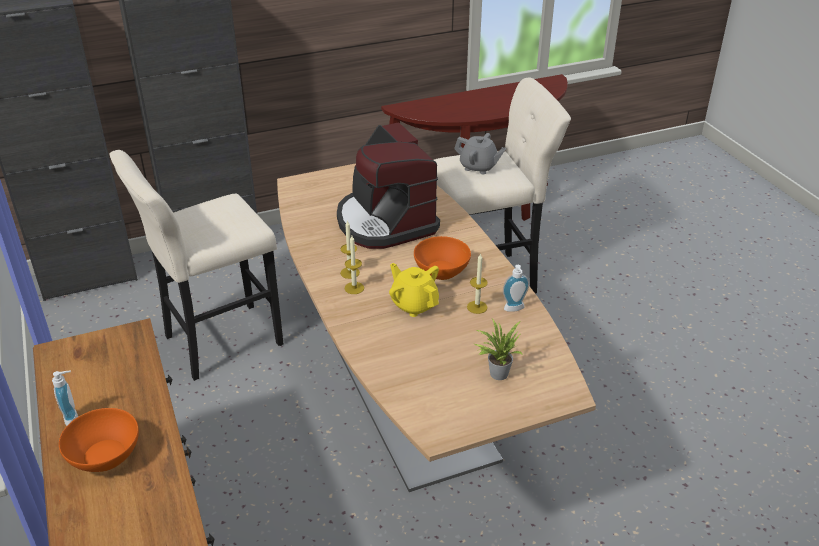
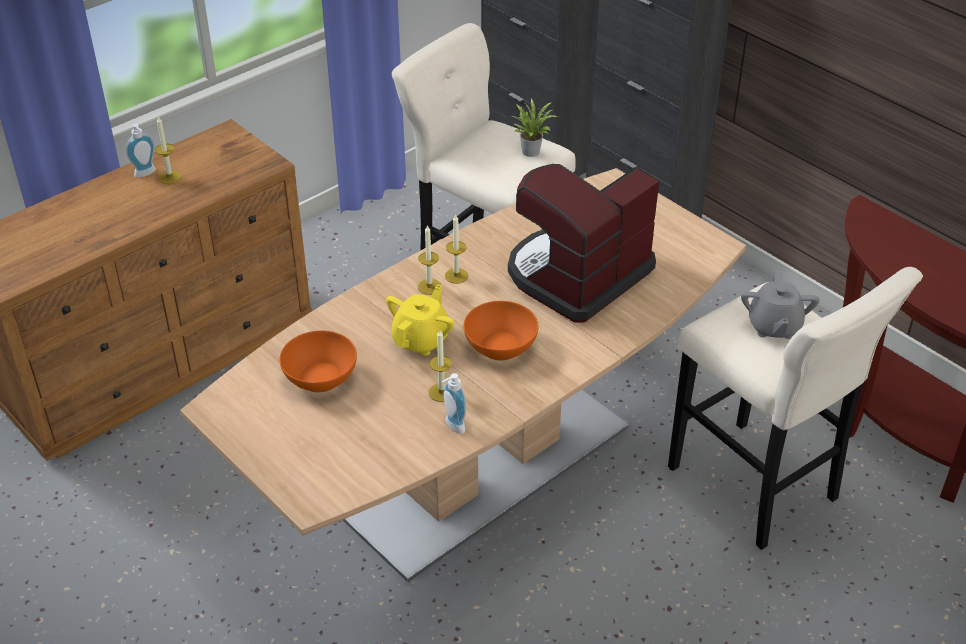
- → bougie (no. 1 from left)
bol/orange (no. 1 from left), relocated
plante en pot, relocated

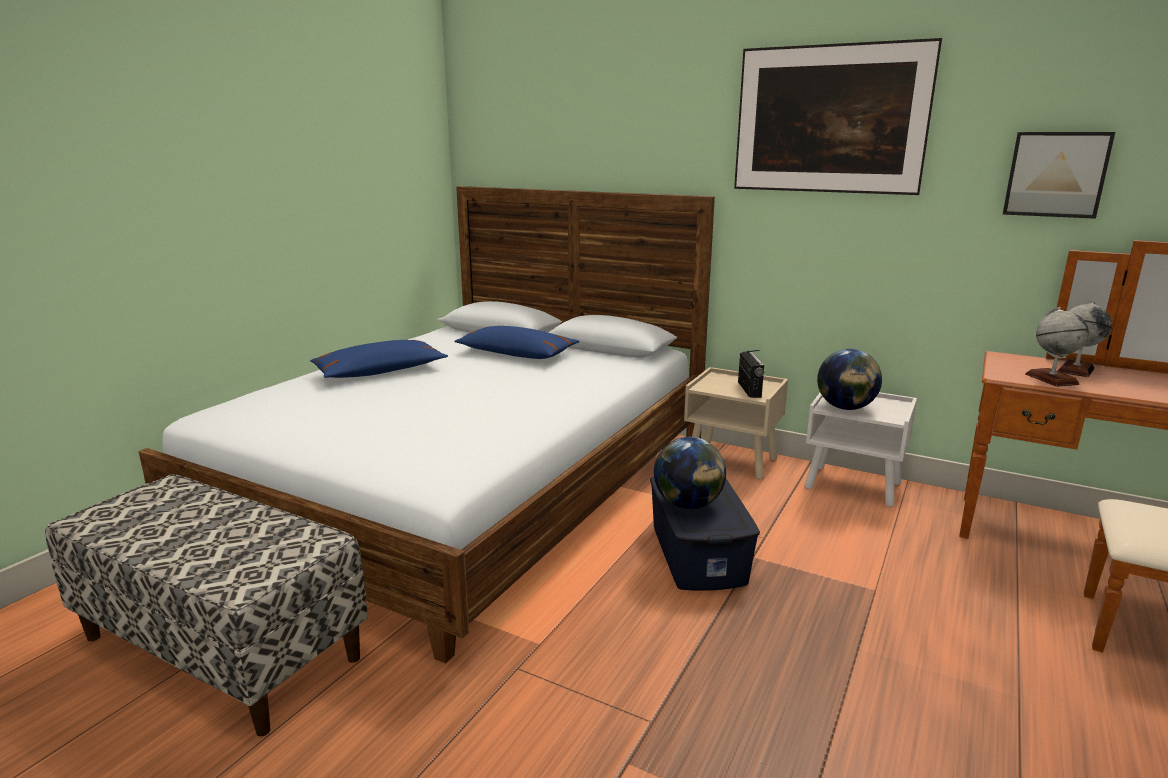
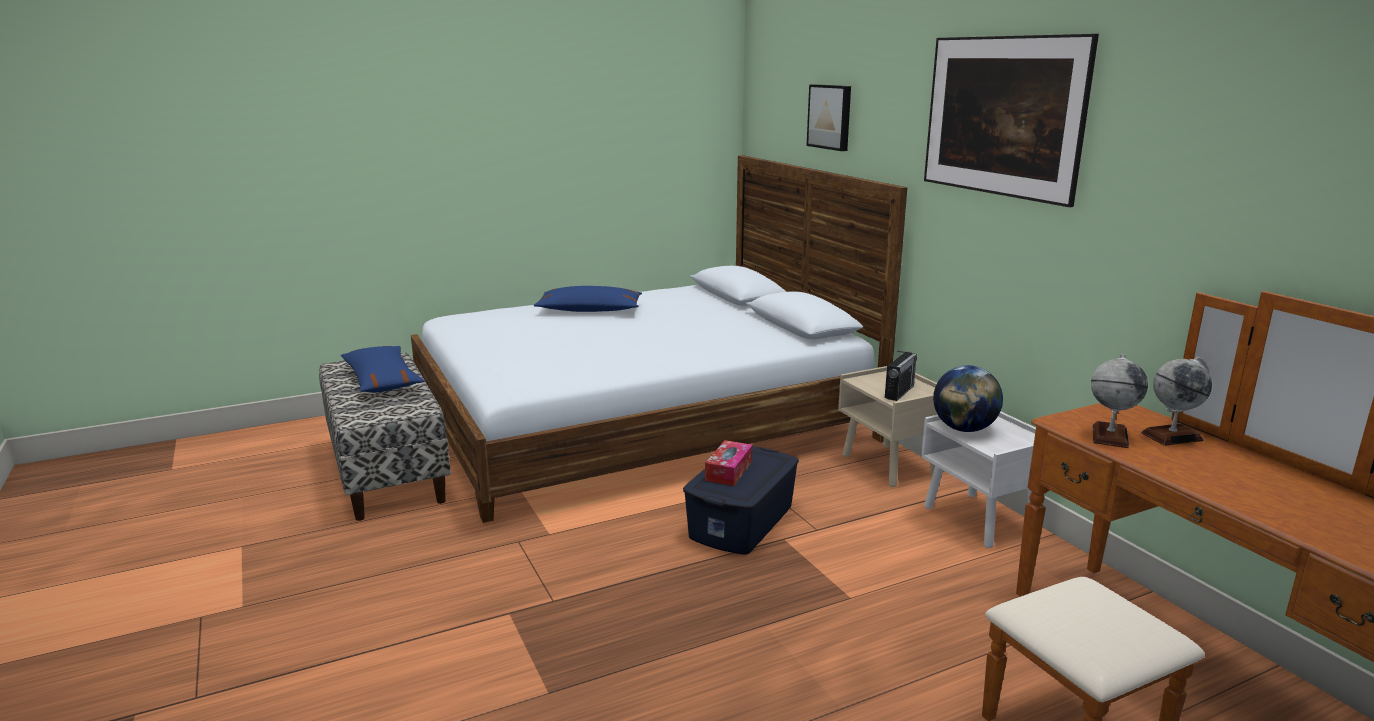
coussin/bleu (no. 2 from left in the first image) → coussin/bleu (no. 1 from left), relocated
tableau (no. 2 from left in the first image) → tableau (no. 1 from left), relocated
globe (no. 1 from left) → boîte à mouchoirs

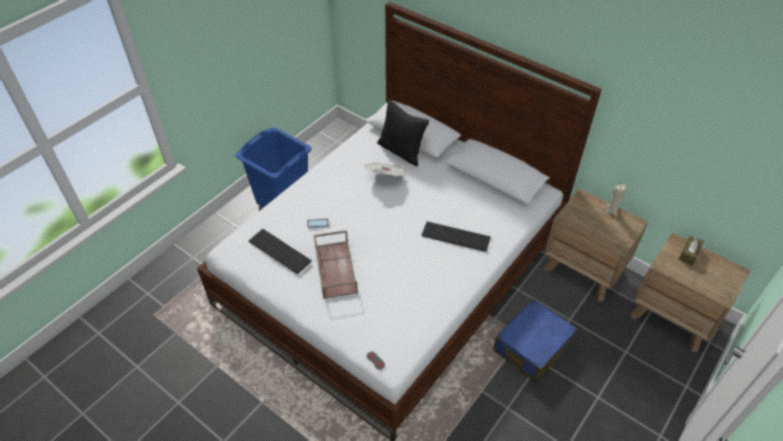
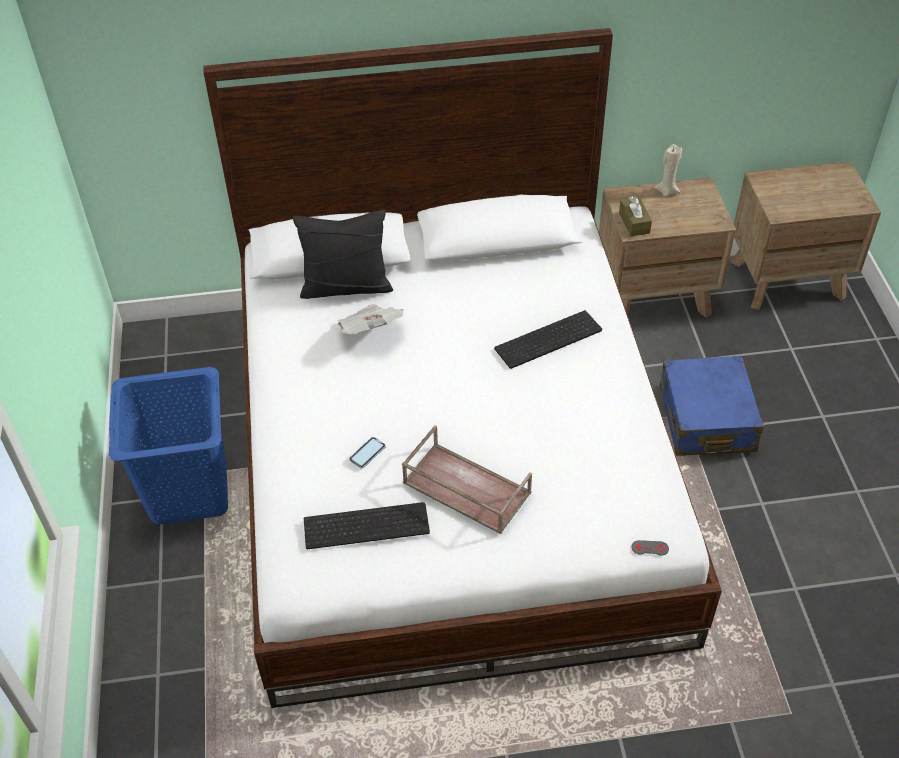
boîte à mouchoirs/marron, relocated

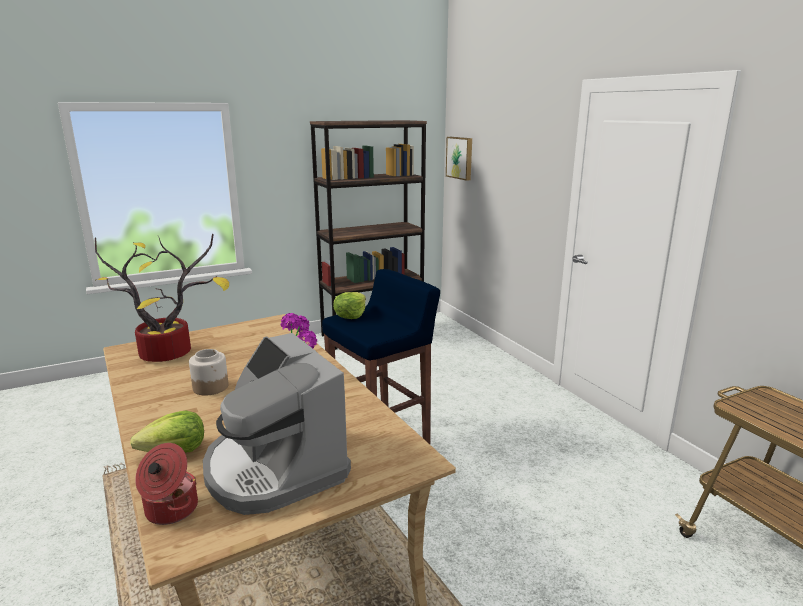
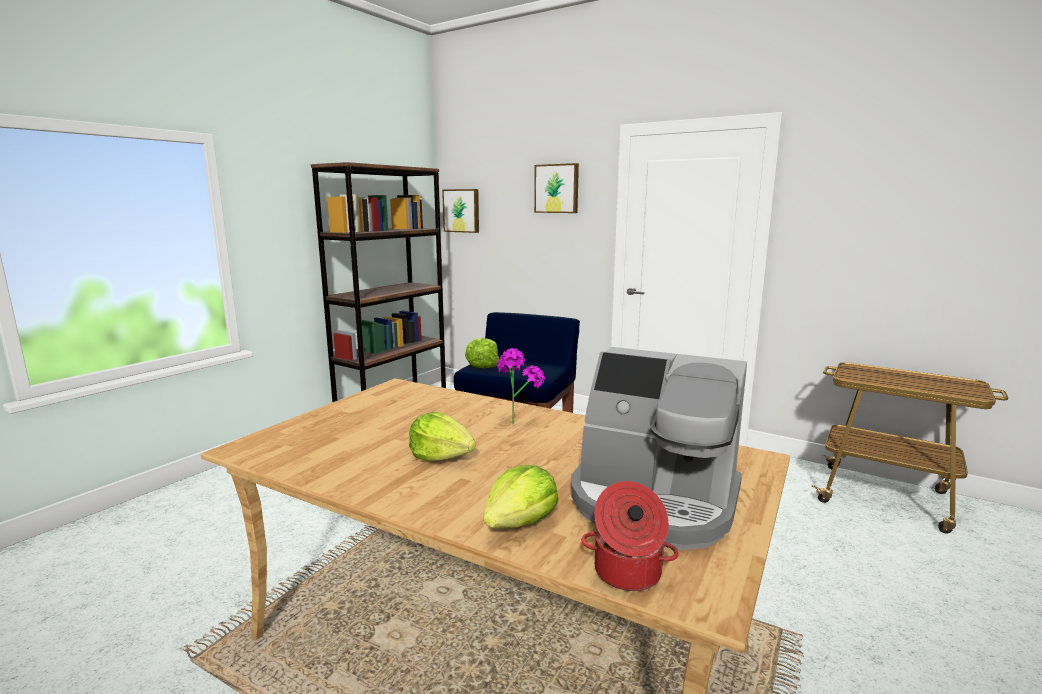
plante en pot (no. 1 from left) → -
- → tableau (no. 2 from left)
bocal → laitue (no. 1 from left)

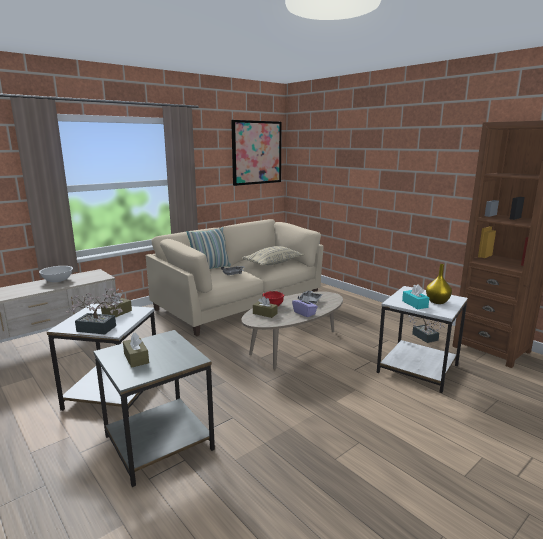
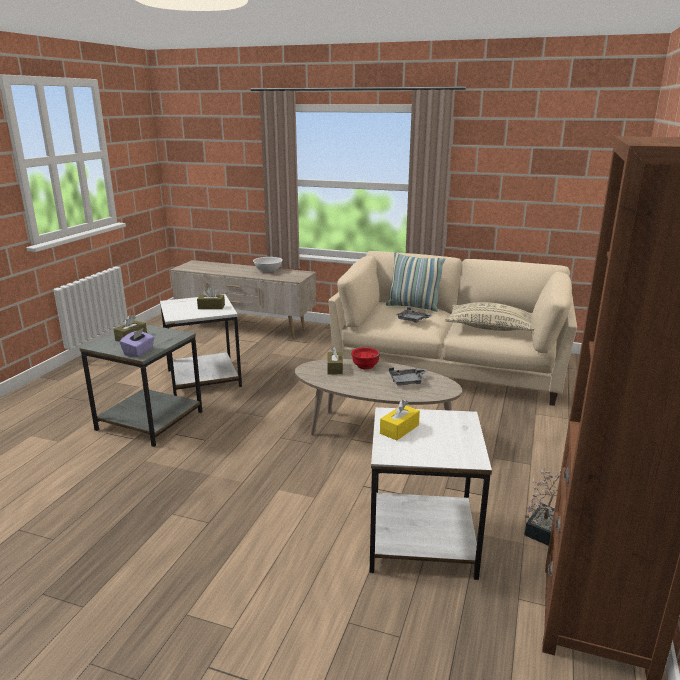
plante en pot (no. 1 from left) → -
tableau → -
vase/jaune → -
boîte à mouchoirs/violet, relocated
boîte à mouchoirs/turquoise → boîte à mouchoirs/jaune

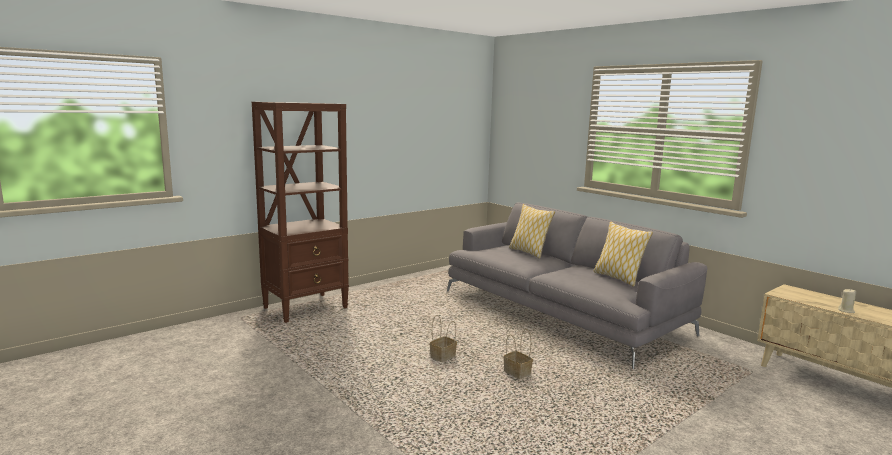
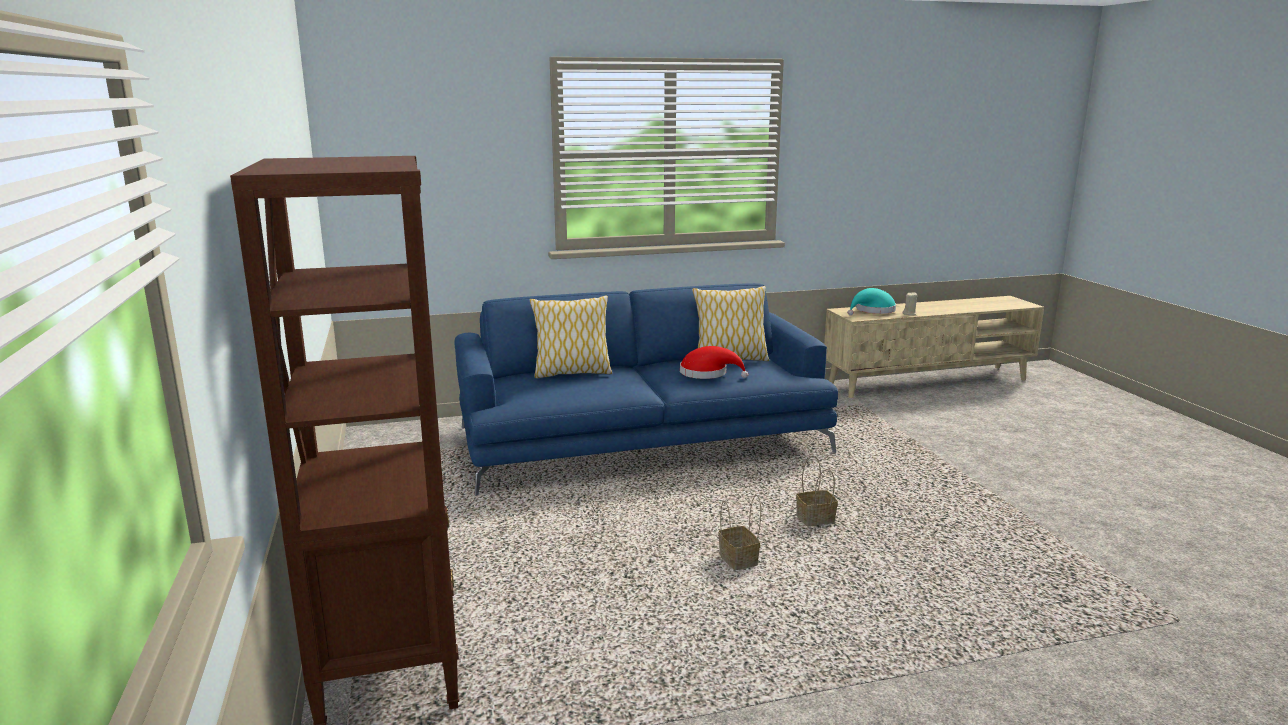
- → chapeau/rouge
- → chapeau/turquoise
canapé/gris → canapé/bleu

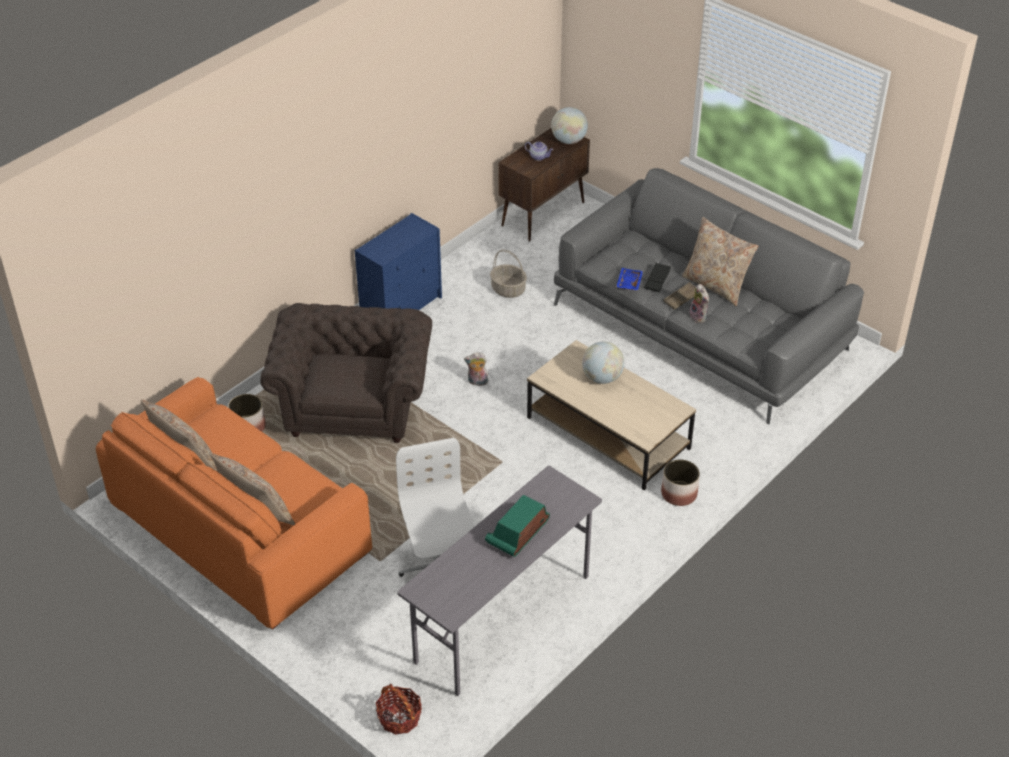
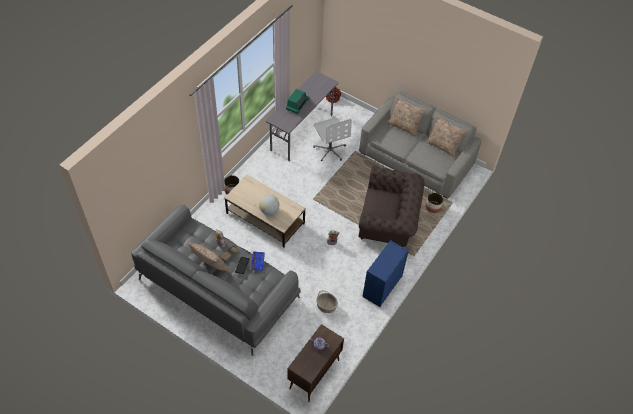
globe (no. 1 from left) → -
canapé/orange → canapé/gris (no. 2 from left)
fauteuil/marron, 75 degrees counterclockwise

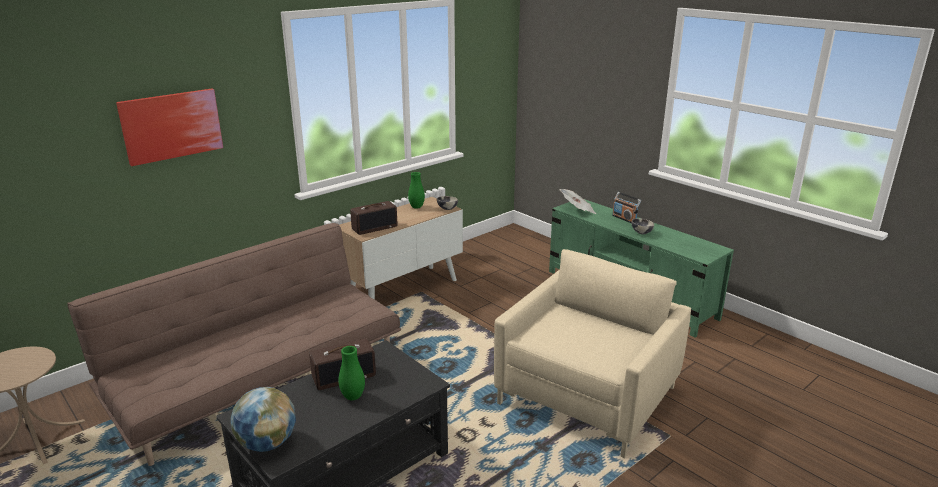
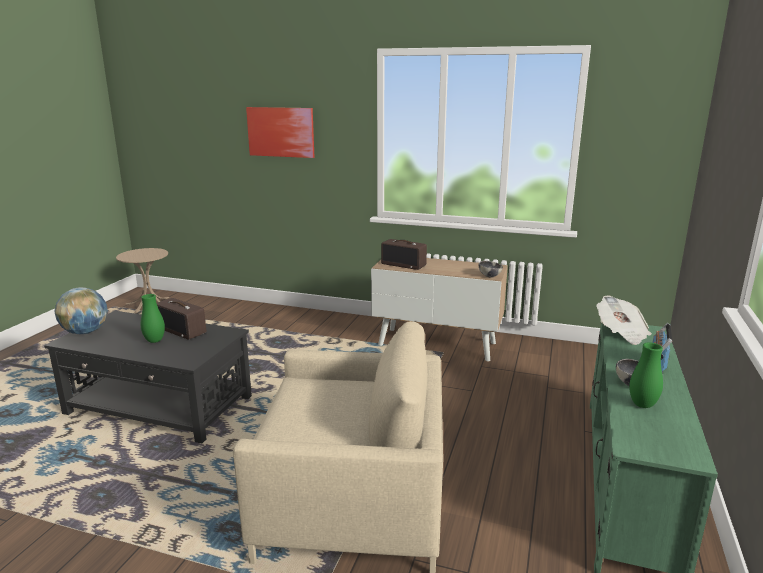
canapé/marron → -
vase/vert (no. 2 from left), relocated

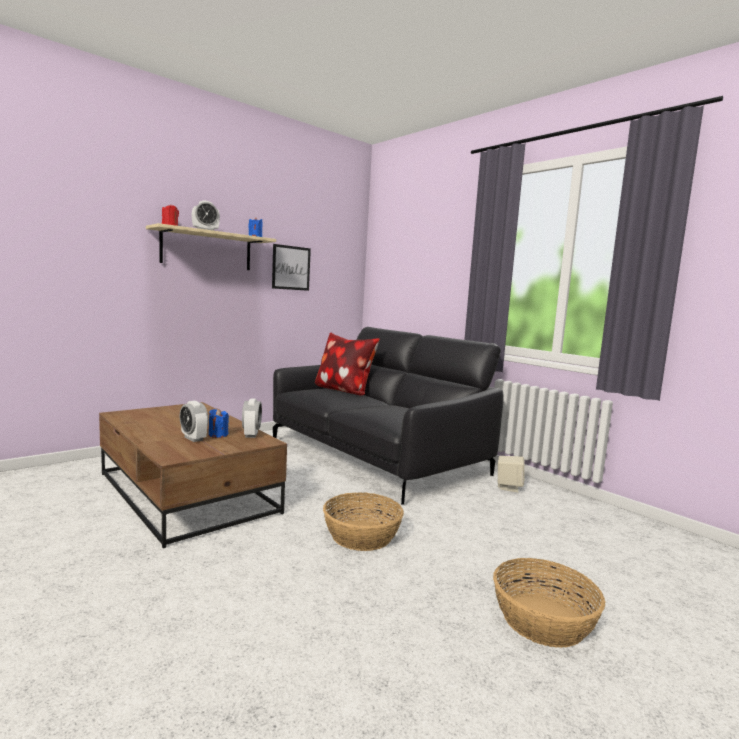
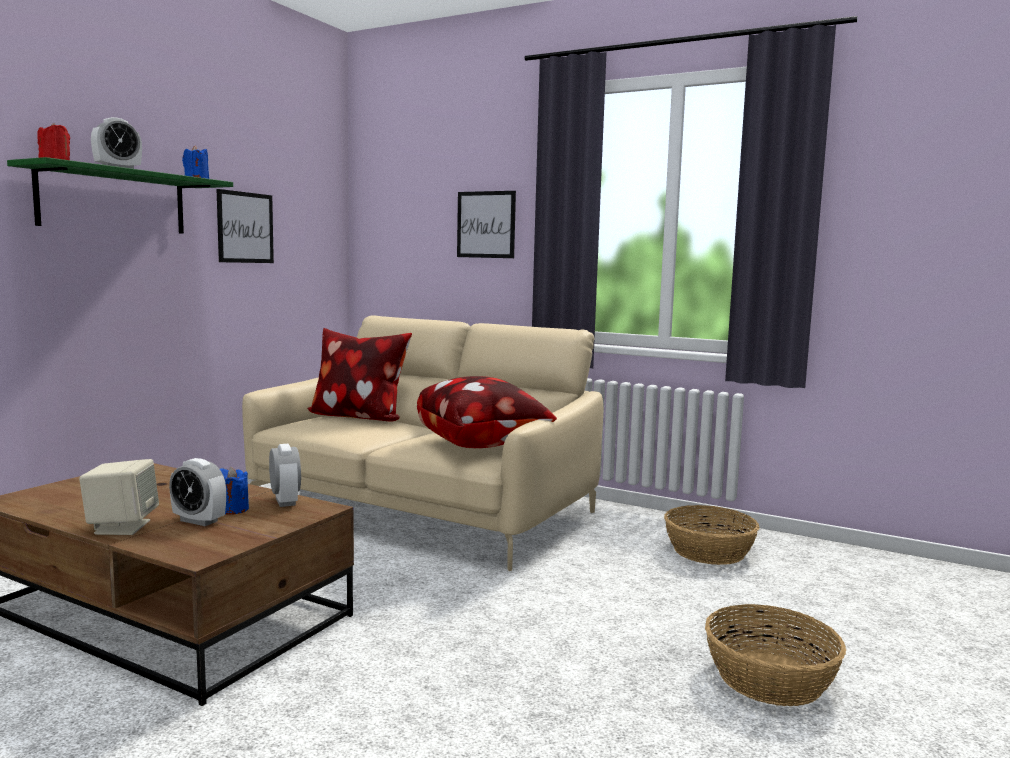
- → coussin (no. 2 from left)
- → tableau (no. 2 from left)
panier (no. 1 from left), relocated
enceinte/beige, relocated
étagère/beige → étagère/vert
canapé/noir → canapé/beige

